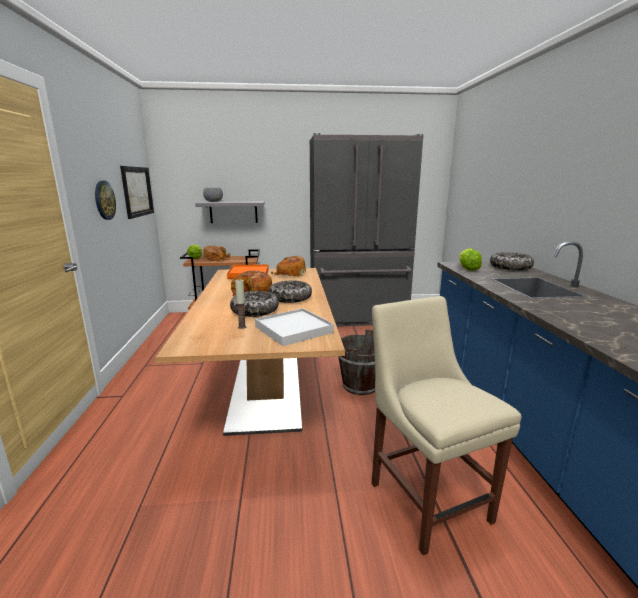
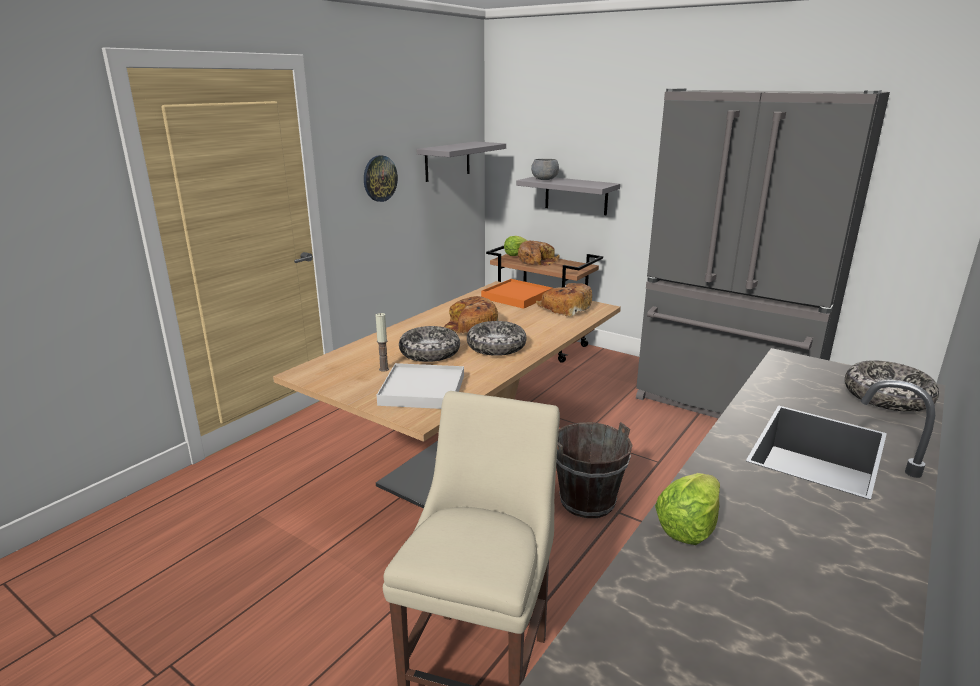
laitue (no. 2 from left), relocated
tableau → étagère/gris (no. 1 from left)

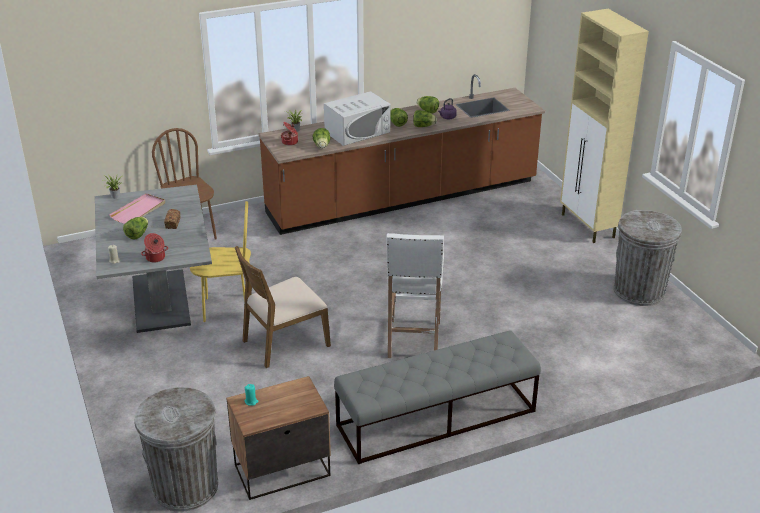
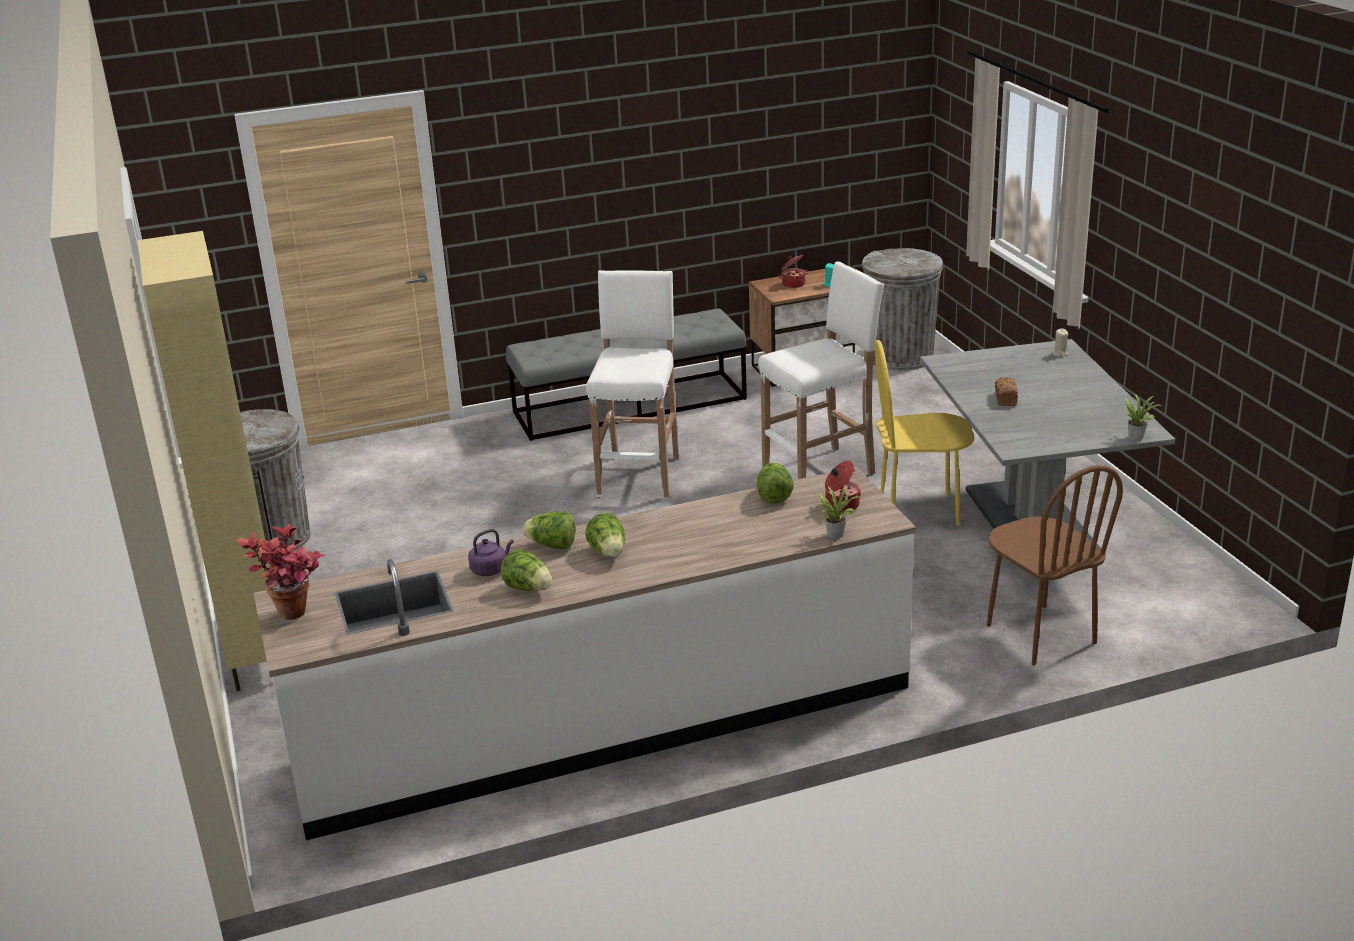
plateau/rose → -
laitue (no. 1 from left) → -
micro-ondes/blanc → -
- → plante en pot (no. 1 from left)
marmite (no. 1 from left), relocated
chaise/marron (no. 2 from left) → tabouret/blanc (no. 2 from left)
comptoir de cuisine/marron → comptoir de cuisine/blanc

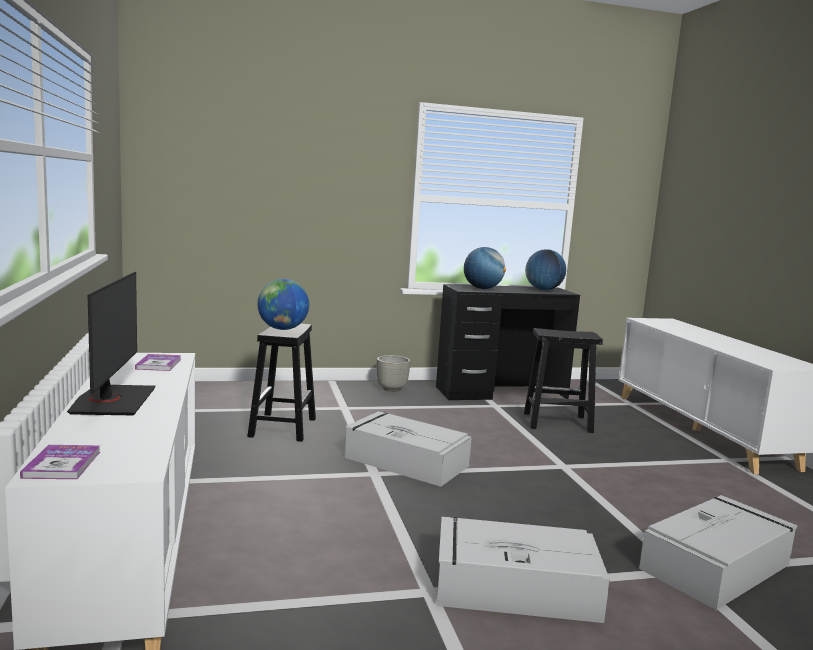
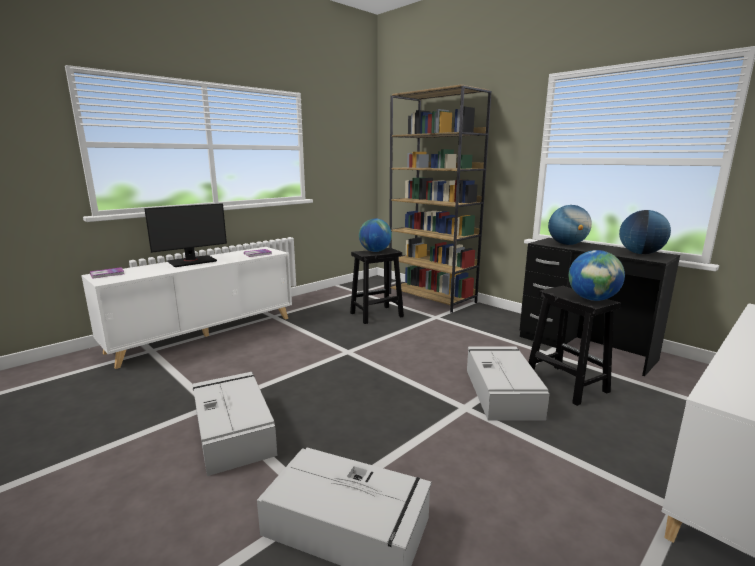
cache-pot/gris → -
- → bibliothèque/marron
- → globe (no. 3 from left)
boîte de rangement/gris (no. 1 from left in the first image) → boîte de rangement/gris (no. 3 from left), relocated

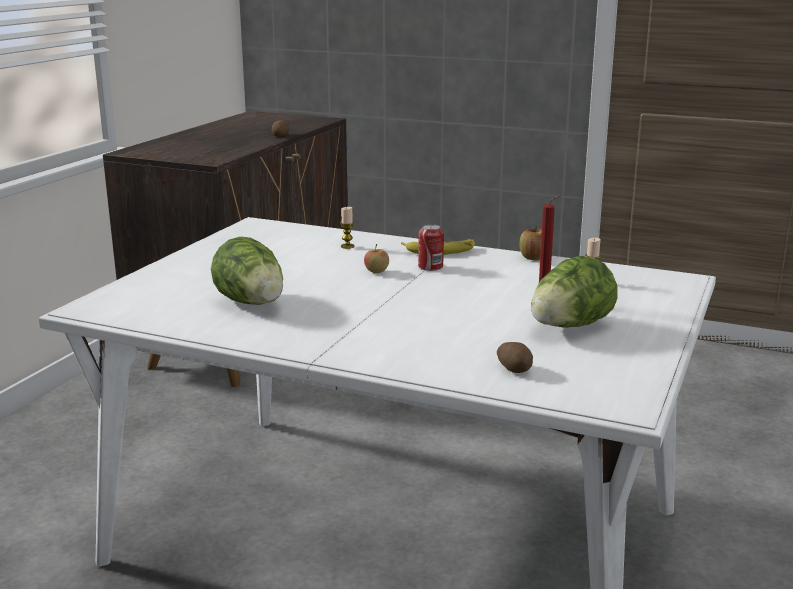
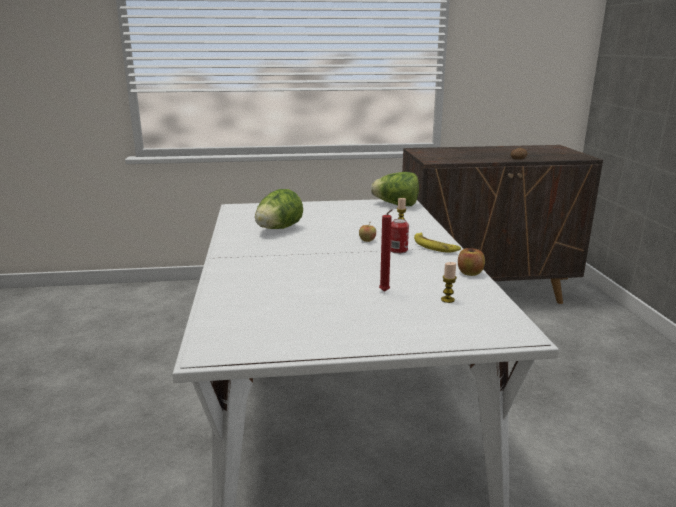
pomme de terre (no. 2 from left) → -
laitue (no. 2 from left), relocated

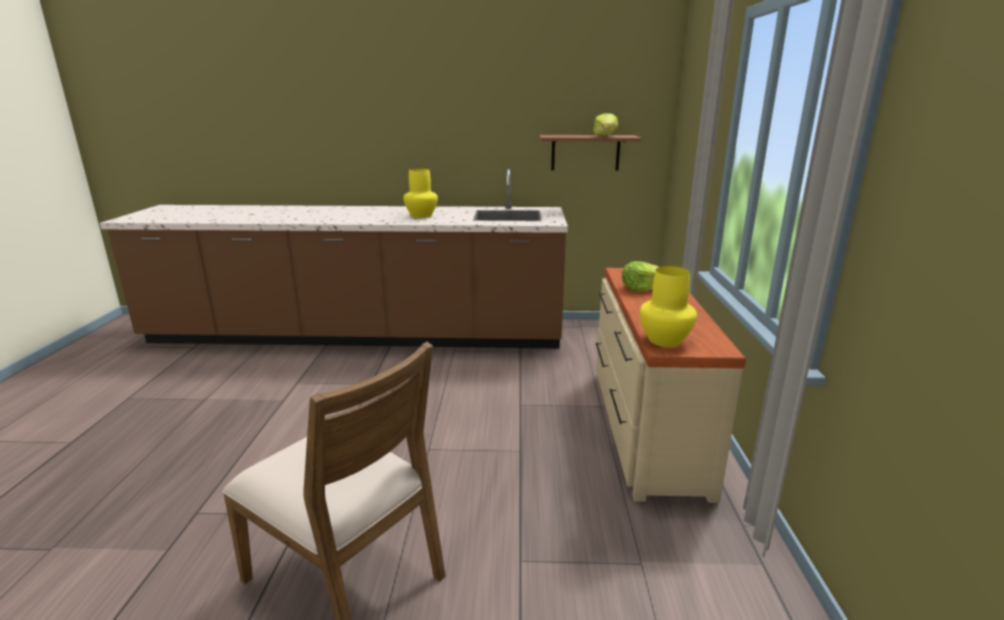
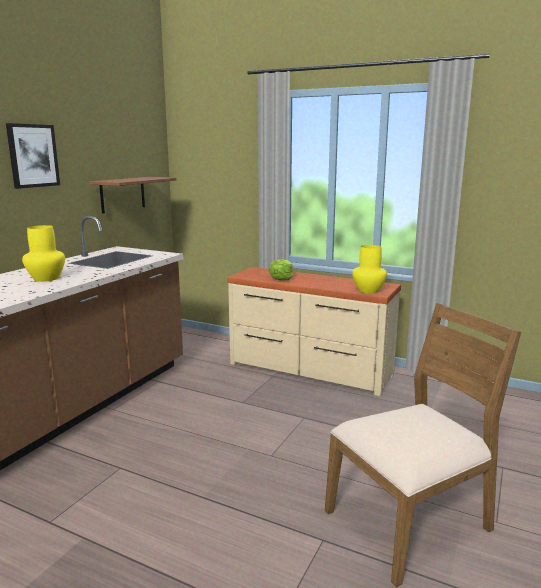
laitue (no. 1 from left) → -
- → tableau

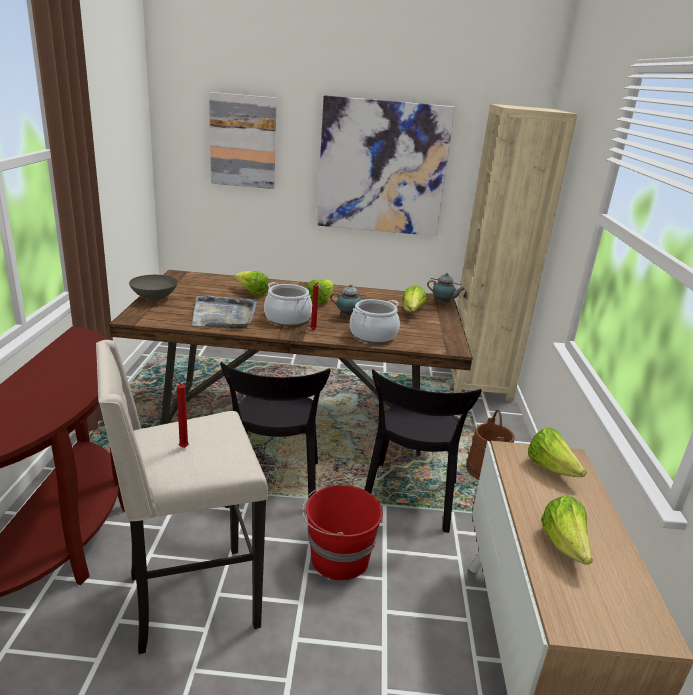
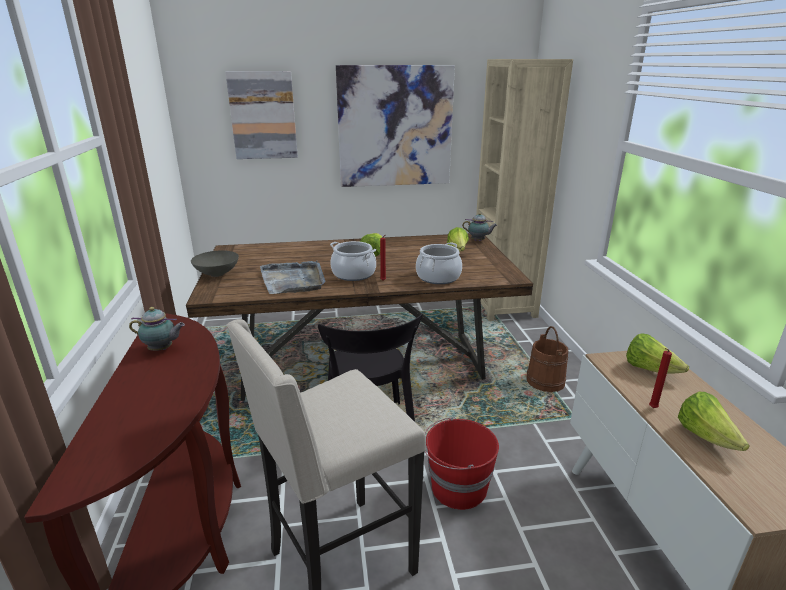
laitue (no. 1 from left) → -
chaise/noir (no. 2 from left) → -
bougie/rouge (no. 1 from left in the first image) → bougie/rouge (no. 2 from left), relocated
théière (no. 1 from left), relocated

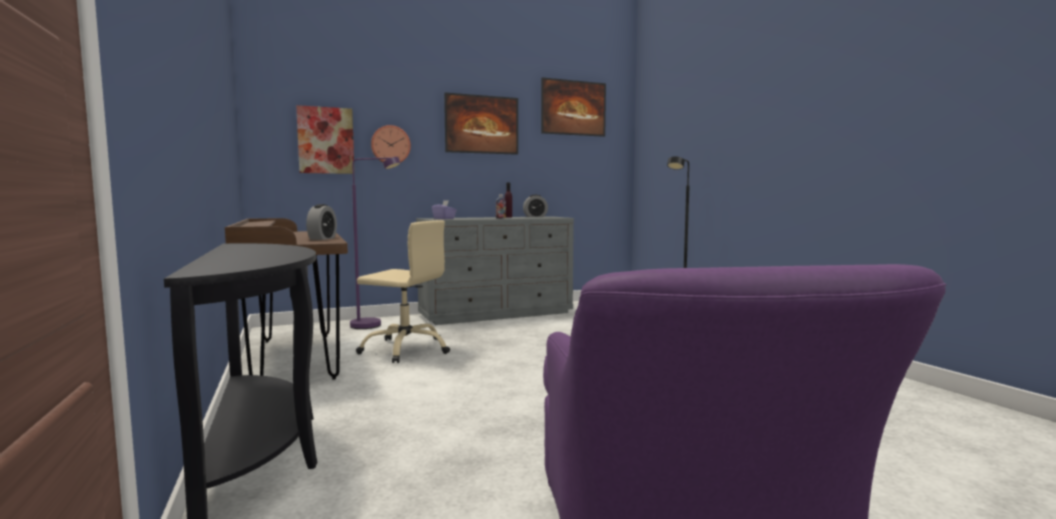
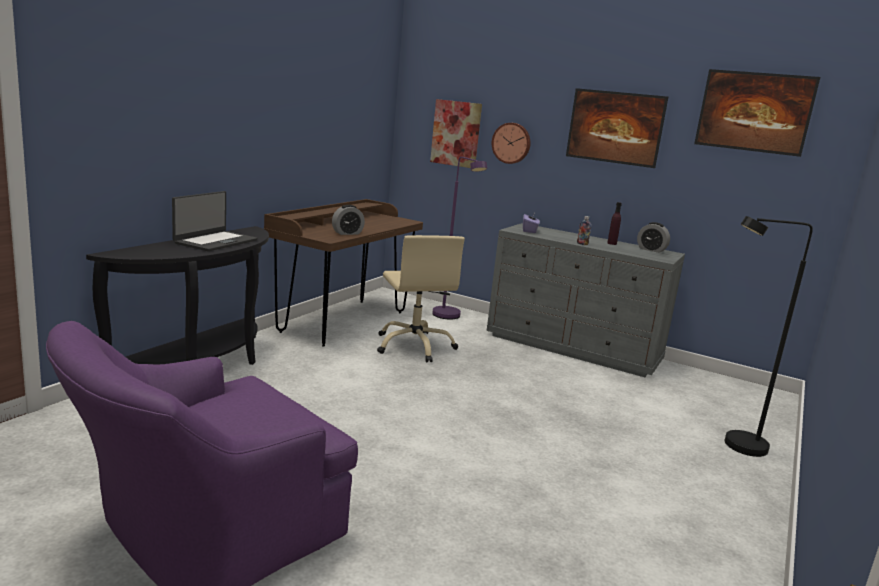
- → ordinateur portable

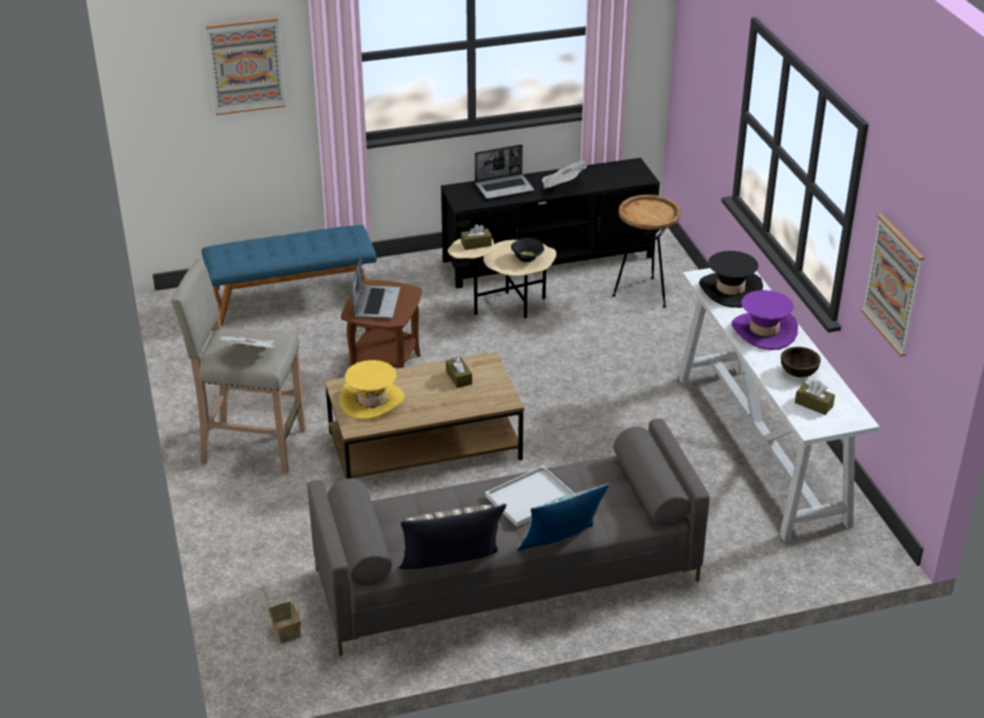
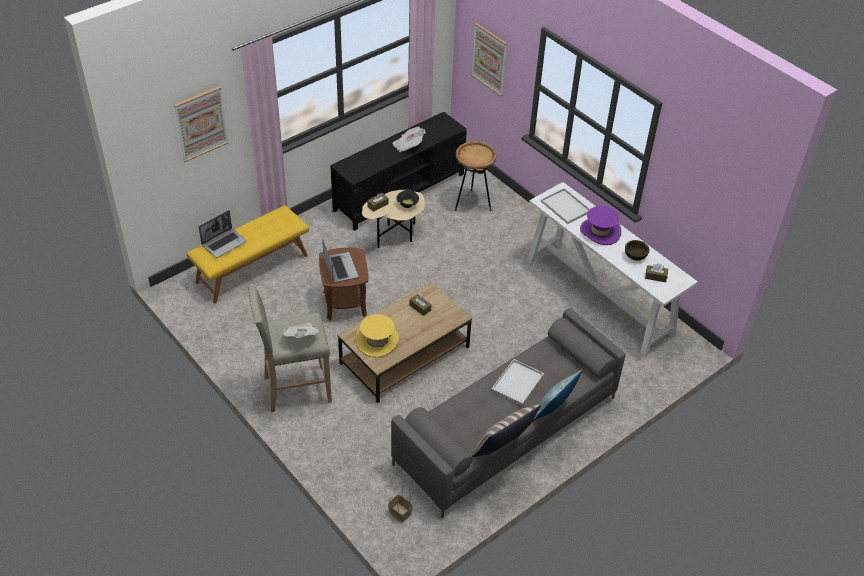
ordinateur portable (no. 2 from left in the first image) → ordinateur portable (no. 1 from left), relocated
tableau (no. 2 from left), relocated
chapeau/noir → plateau/blanc (no. 2 from left)
banc/bleu → banc/jaune

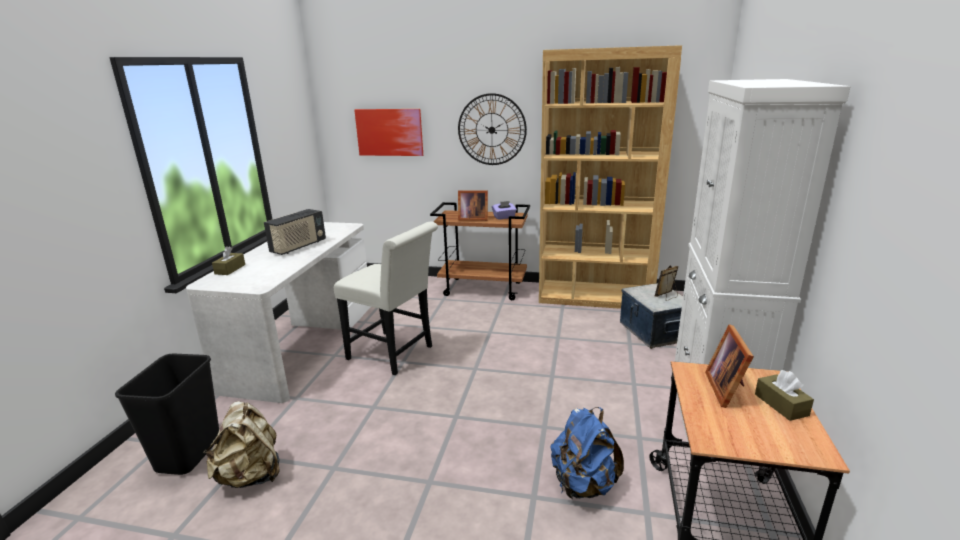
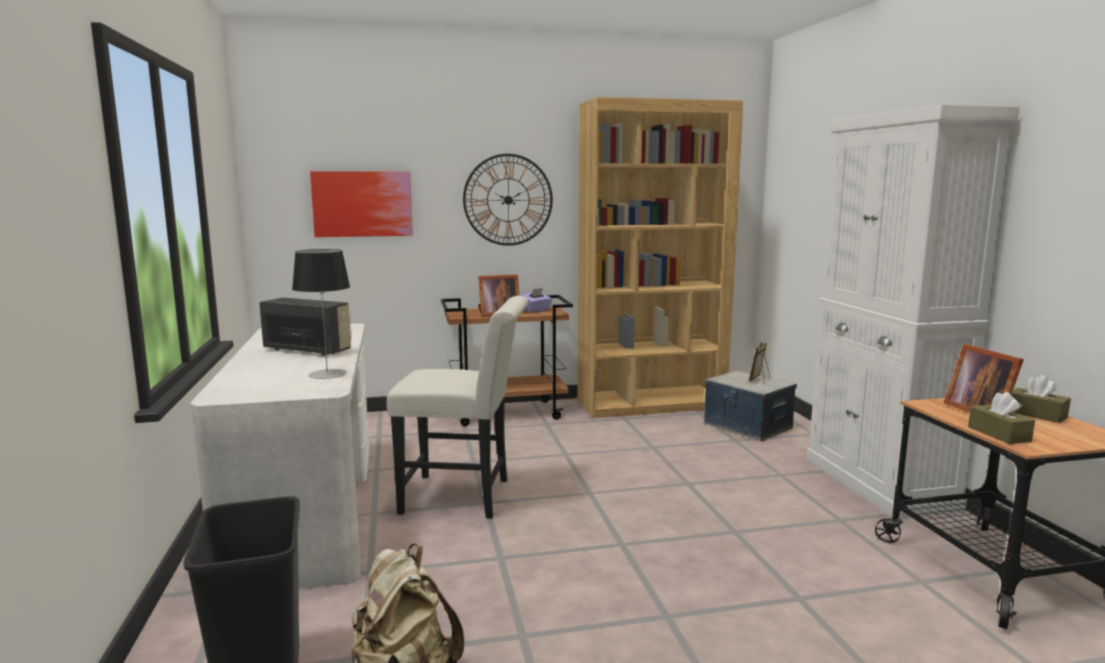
sac à dos/bleu → -
- → lampe de table
boîte à mouchoirs/marron (no. 1 from left), relocated
radio, 75 degrees counterclockwise

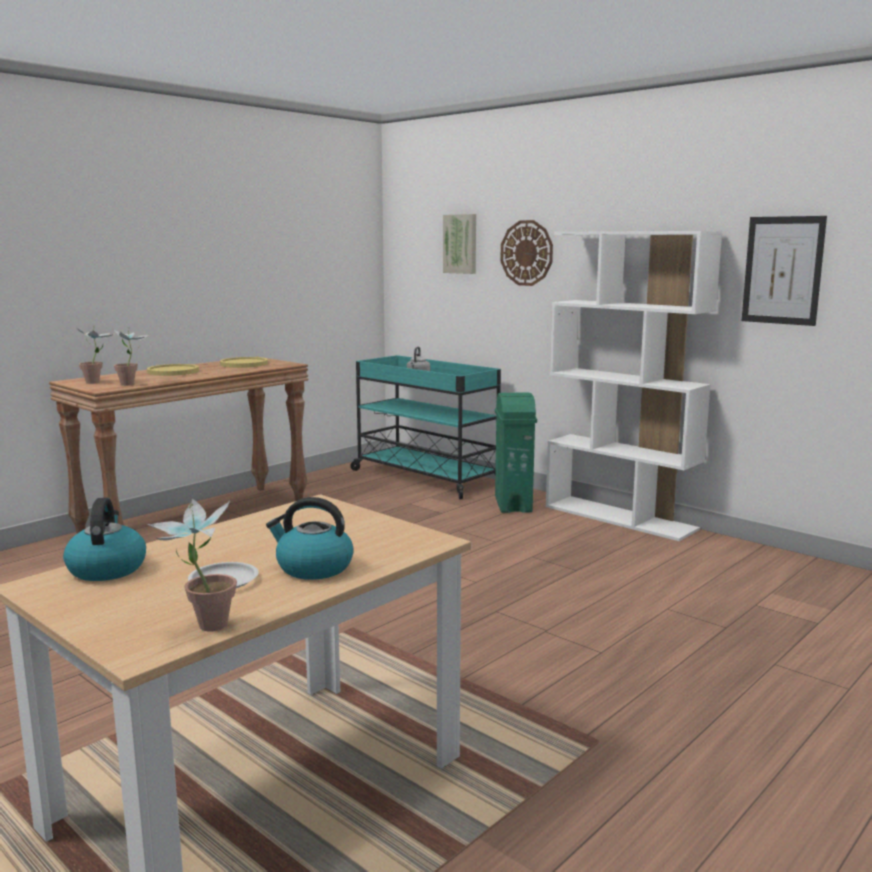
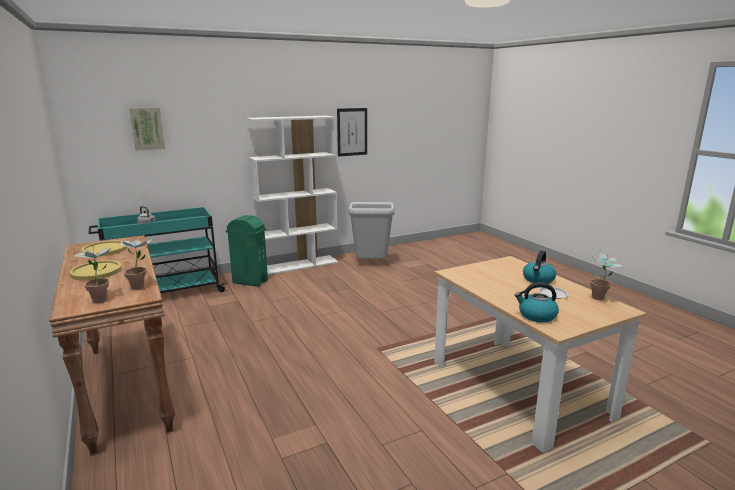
horloge murale → -
- → poubelle/gris

